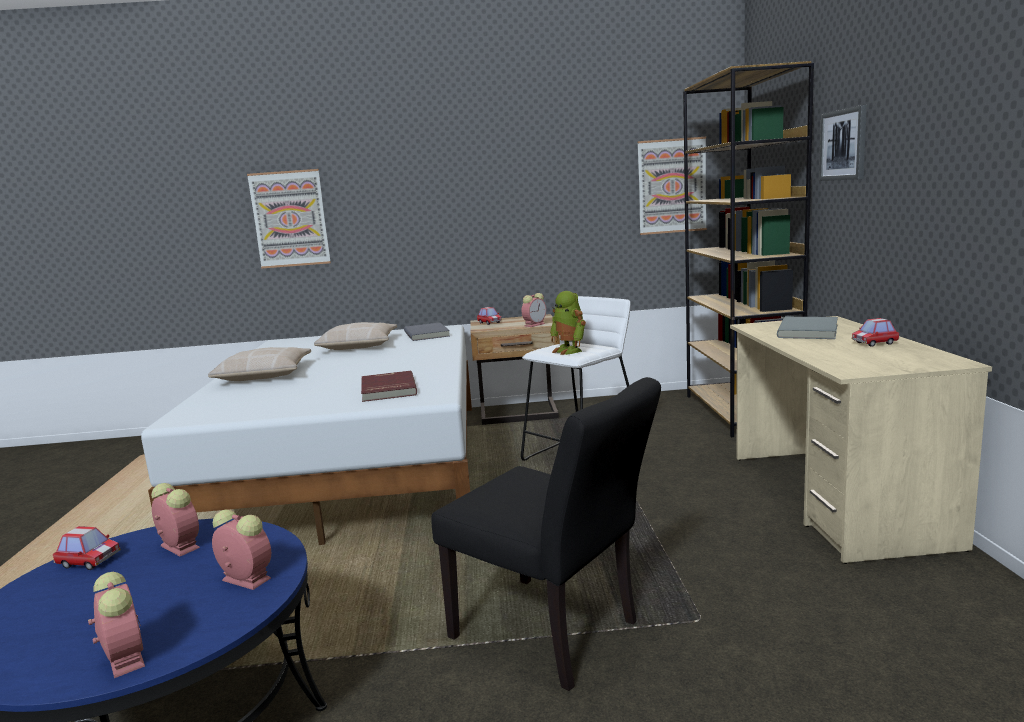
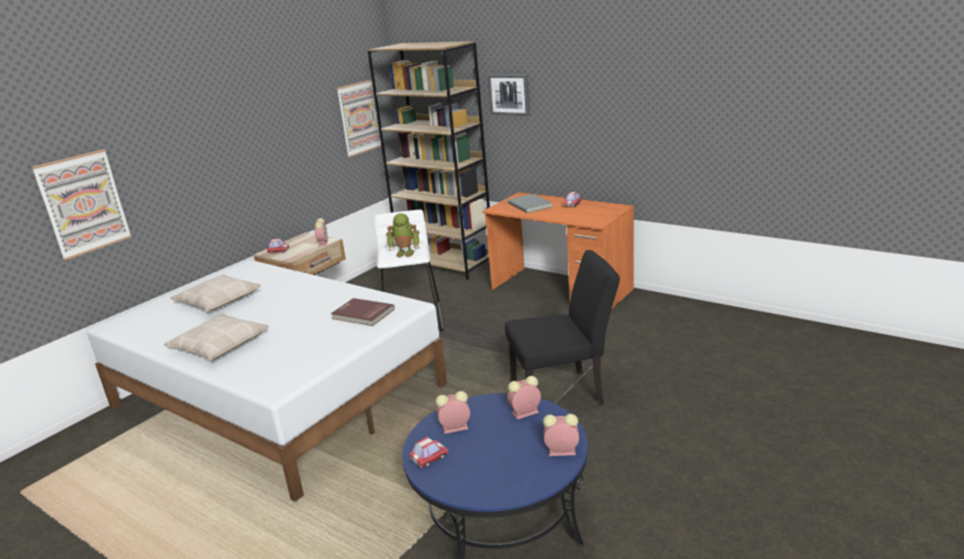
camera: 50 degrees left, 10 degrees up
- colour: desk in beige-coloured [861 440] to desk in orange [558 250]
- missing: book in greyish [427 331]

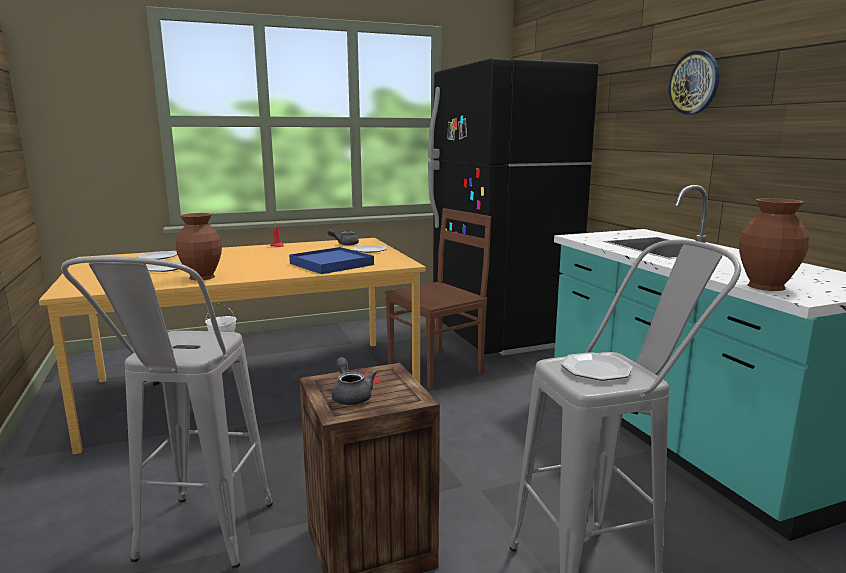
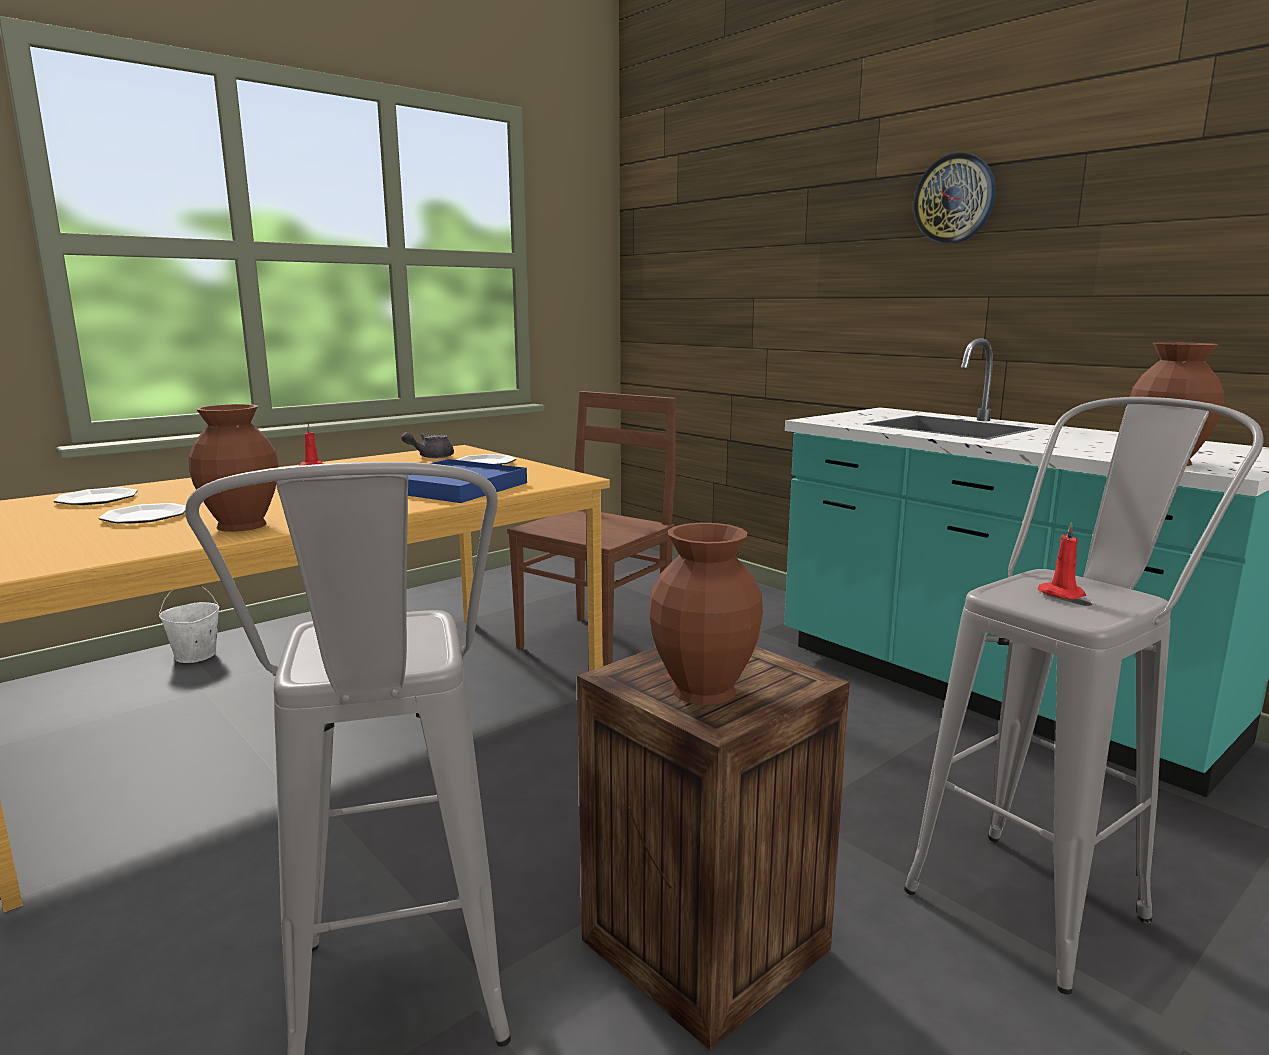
camera: 20 degrees left, 0 degrees up
- missing: fridge in black [513 206]
- exchanged: flat dish [596 366] to candle in reddish [1061 561]
- exchanged: tea pot in greyish [354 381] to flower vase in brown [706 614]

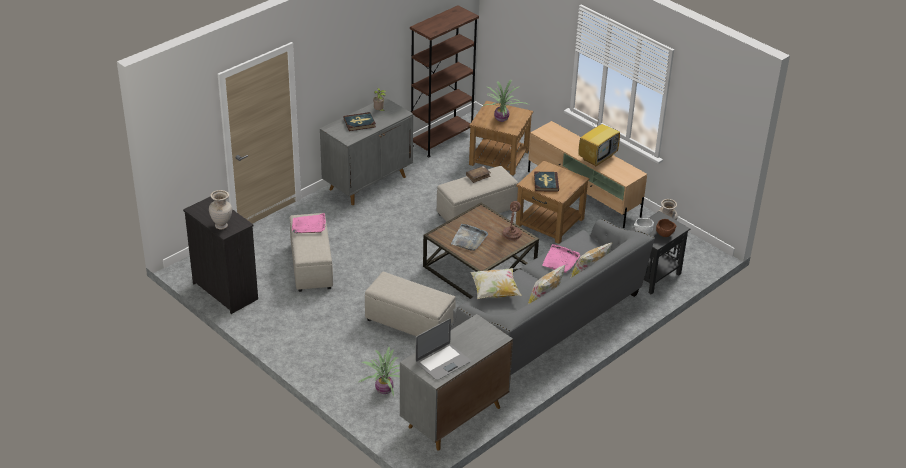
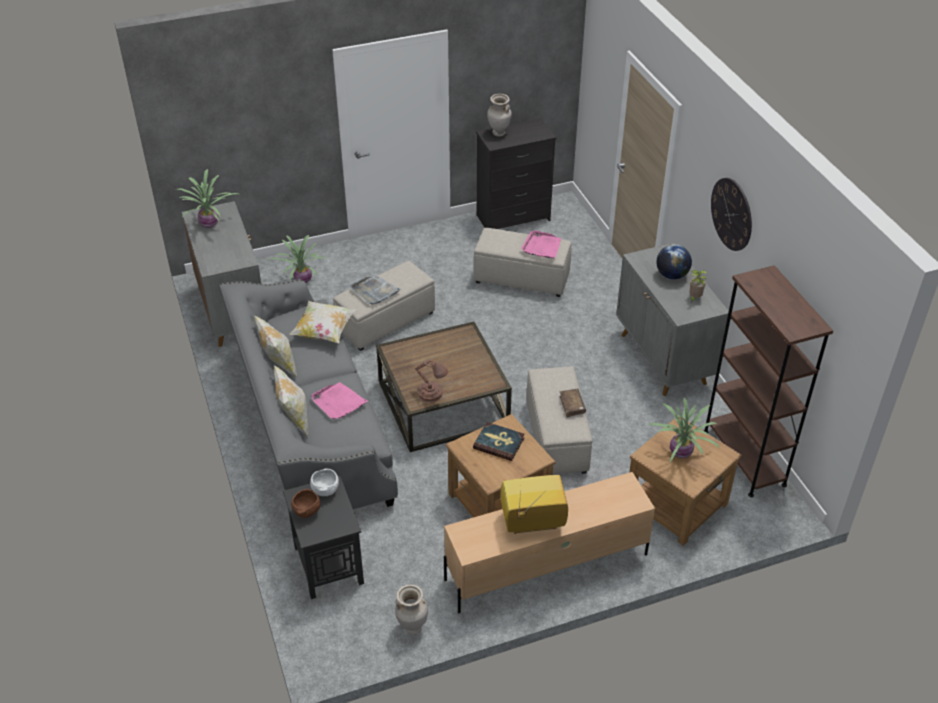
camera: 115 degrees right, 5 degrees up
- spun: TV set [599 137] = [534 504] 105 degrees clockwise
- exchanged: book [360 121] to globe [674 261]
- relocated: serving tray in greyish [469 237] to [375 290]
- exchanged: notebook computer [443 349] to potted plant [207 198]
- appeared: hanging clock [731 214]

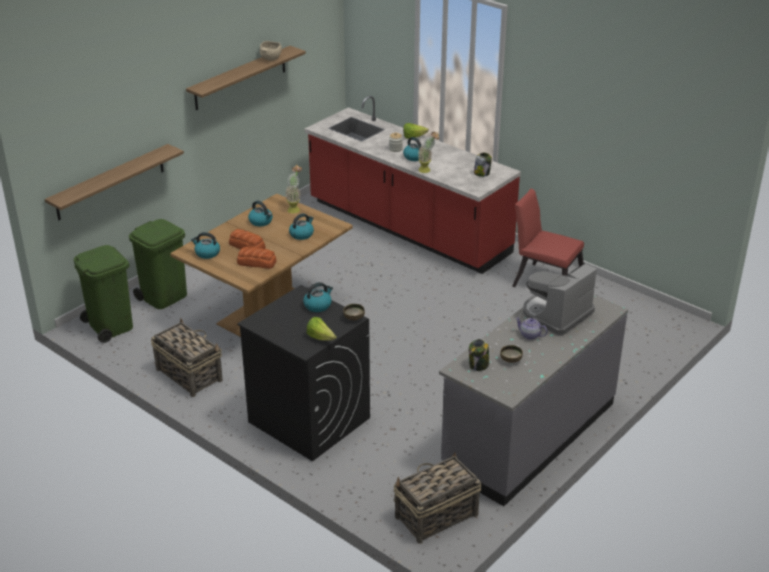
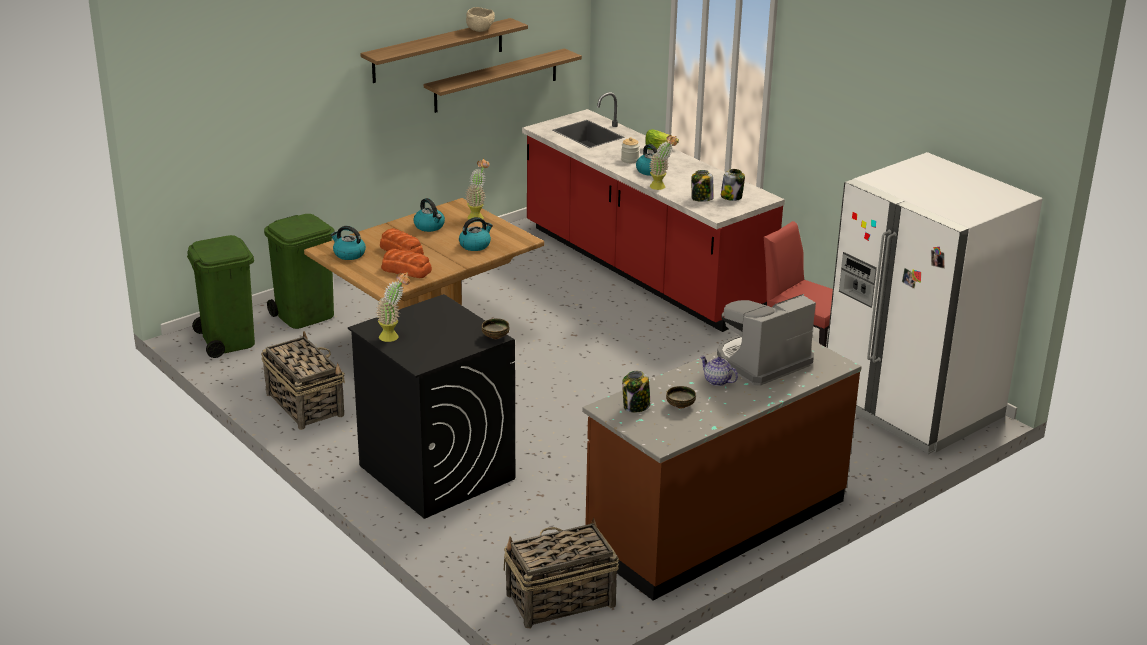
camera: 10 degrees right, 5 degrees down
- relocated: shelf [114 182] to [503 80]
- missing: water kettle [318 297]
- colour: counter in greyish [533 400] to counter in brown [722 470]
- missing: head of lettuce [322 329]
- appeared: fridge in whitish [935 303]
- appeared: jar [702 186]
- appeared: potted plant [393 307]

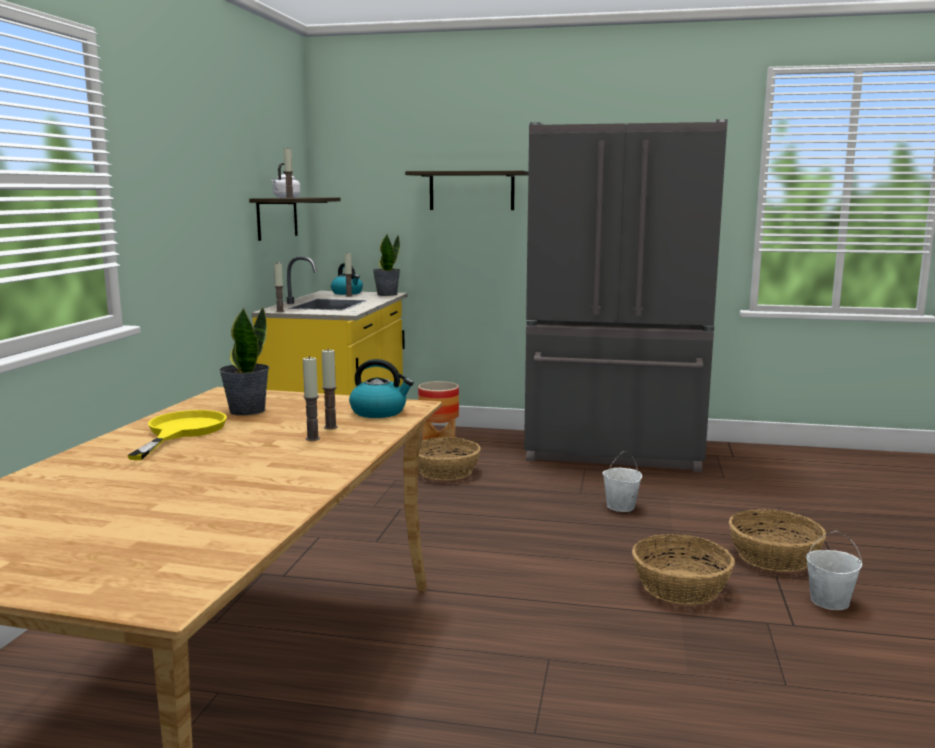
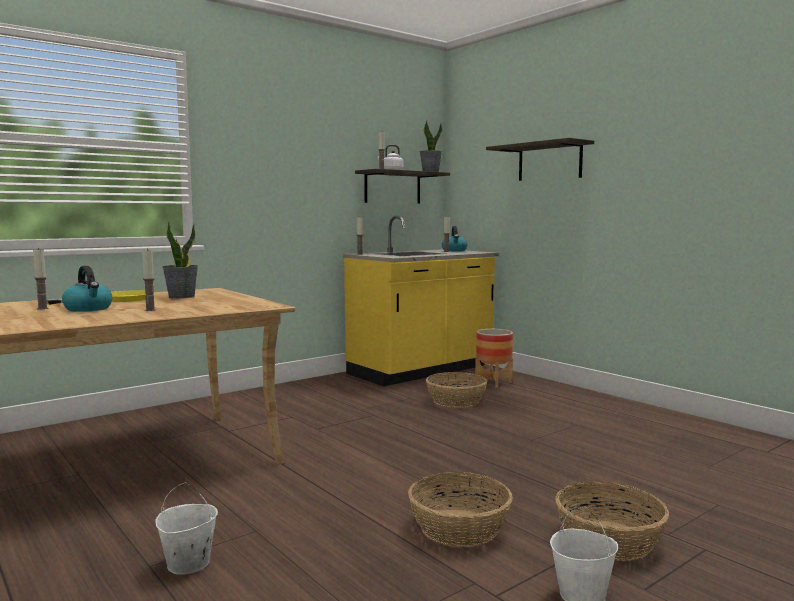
camera: 40 degrees right, 5 degrees down
- missing: fridge in greyish [626 295]
- relocated: potted plant [386 265] to [431 146]
- relocated: candle [330 389] to [40 278]
- relocated: water kettle [381 388] to [87 289]
- relocated: pail in whitish [622 481] to [187 528]

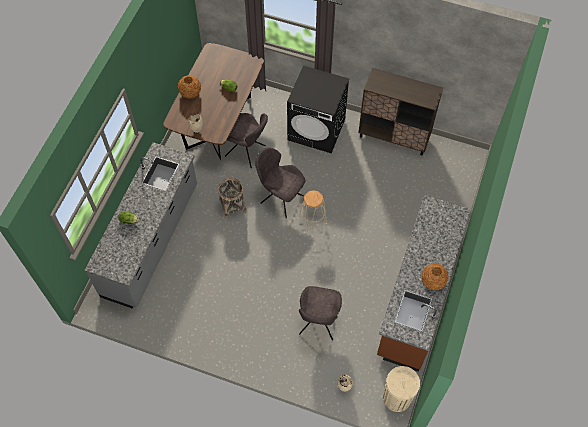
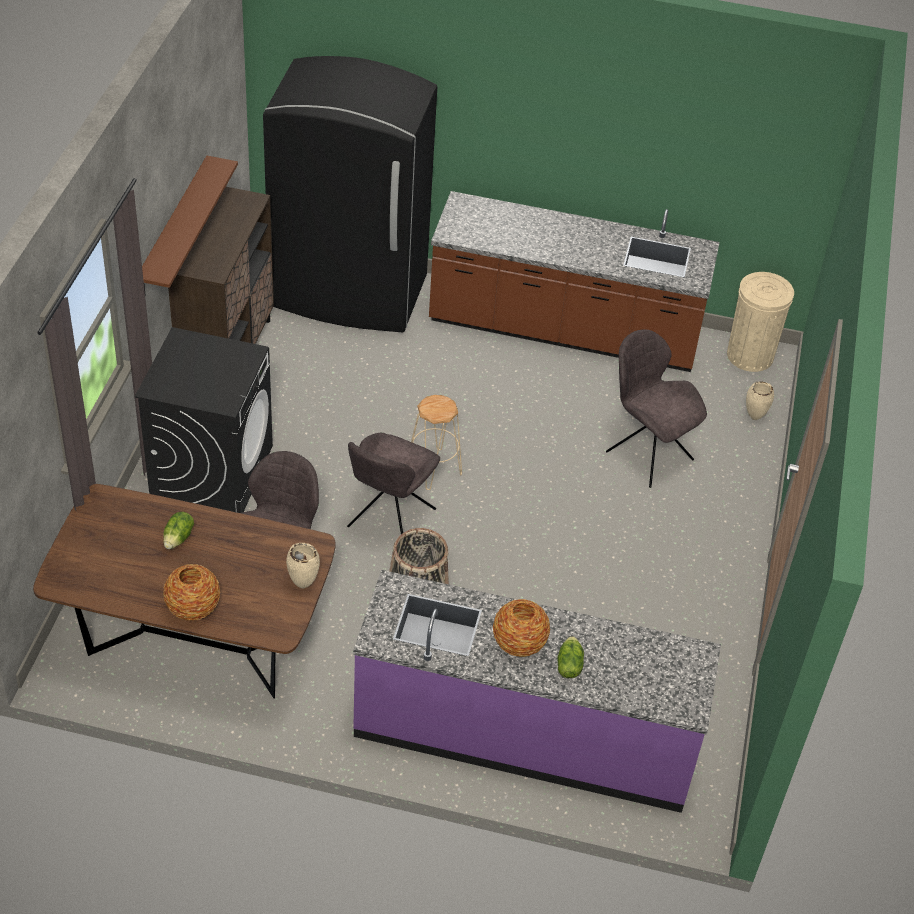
camera: 100 degrees left, 15 degrees down
- colour: counter in greyish [140 225] to counter in purplish [537 691]
- relocated: flower vase [435 276] to [521 628]
- spun: chair in greyish [320 313] = [656 409] 135 degrees counterclockwise
- appeared: fridge in black [350 194]
- appeared: shelf in brown [190 226]

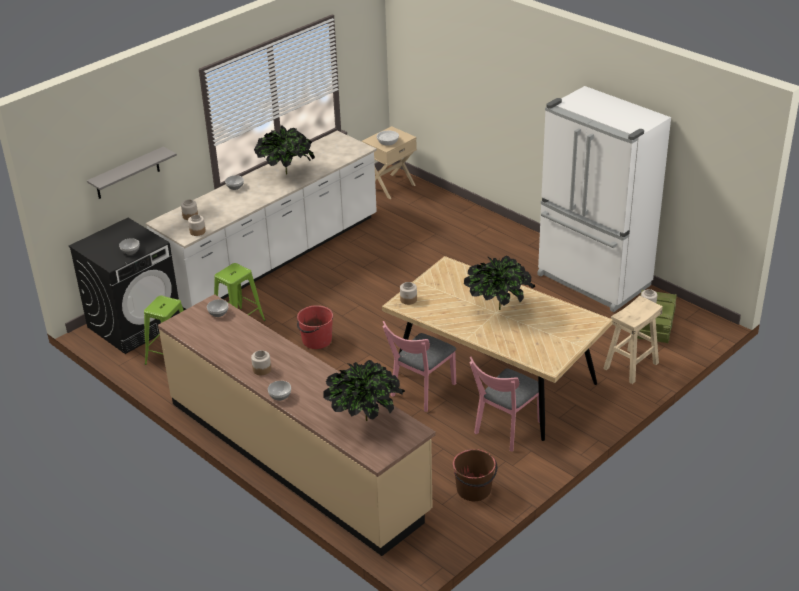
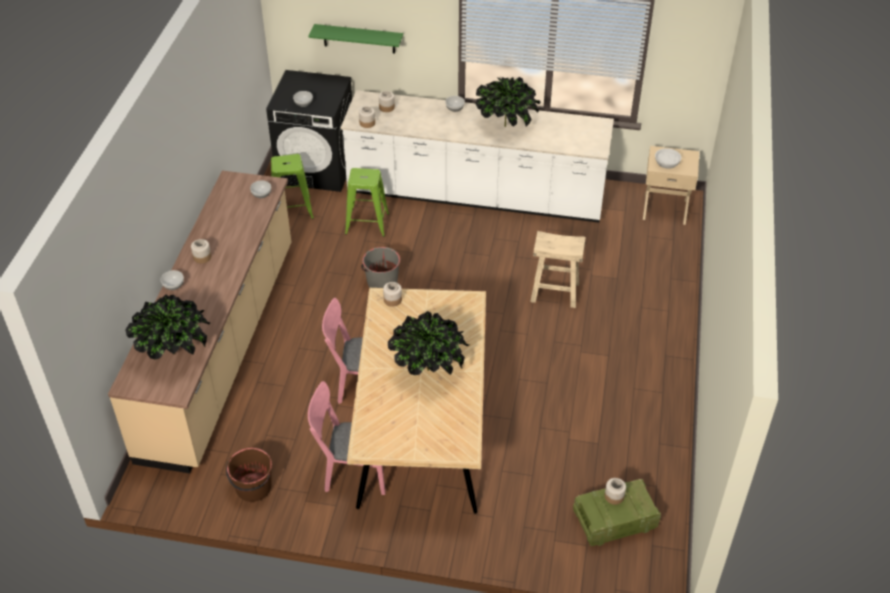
camera: 55 degrees right, 10 degrees up
- missing: fridge in whitish [604 199]
- colour: shelf in greyish [132 173] to shelf in green-coloured [355 39]
- relocated: stool in beige-coloured [633 340] to [558 269]
- colour: pail in reddish [315 327] to pail in greyish [380 267]

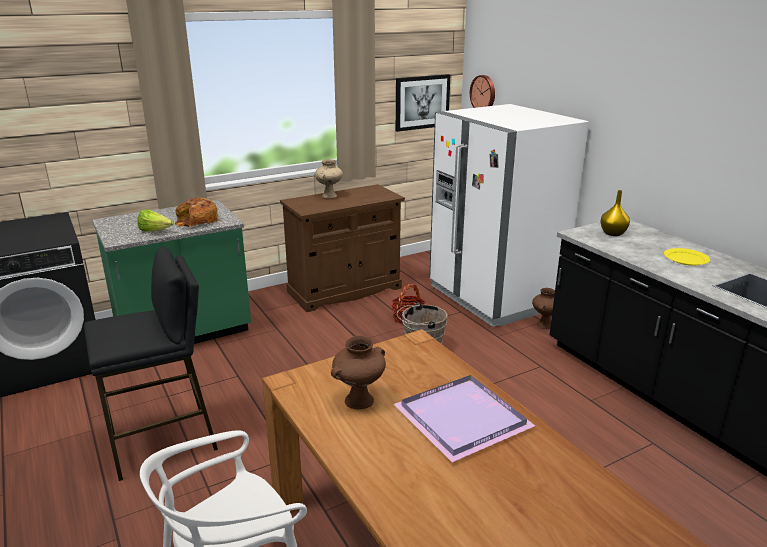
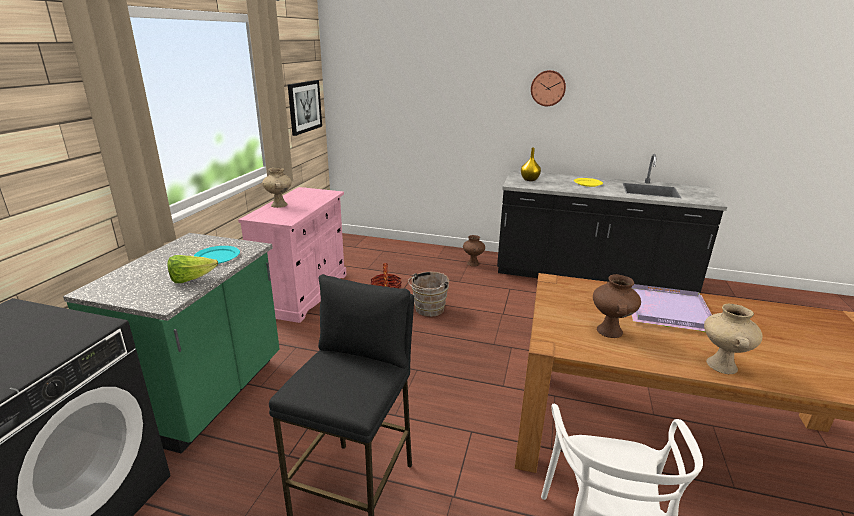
camera: 45 degrees left, 0 degrees up
- relocated: hanging clock [482 91] to [548 88]
- missing: fridge in whitish [509 215]
- colour: storage cabinet in brown [342 248] to storage cabinet in pink-coloured [292 255]
- exchanged: bread [196 212] to flat dish in blue-green [217 255]
- appeared: flower vase in beige-coloured [733 339]

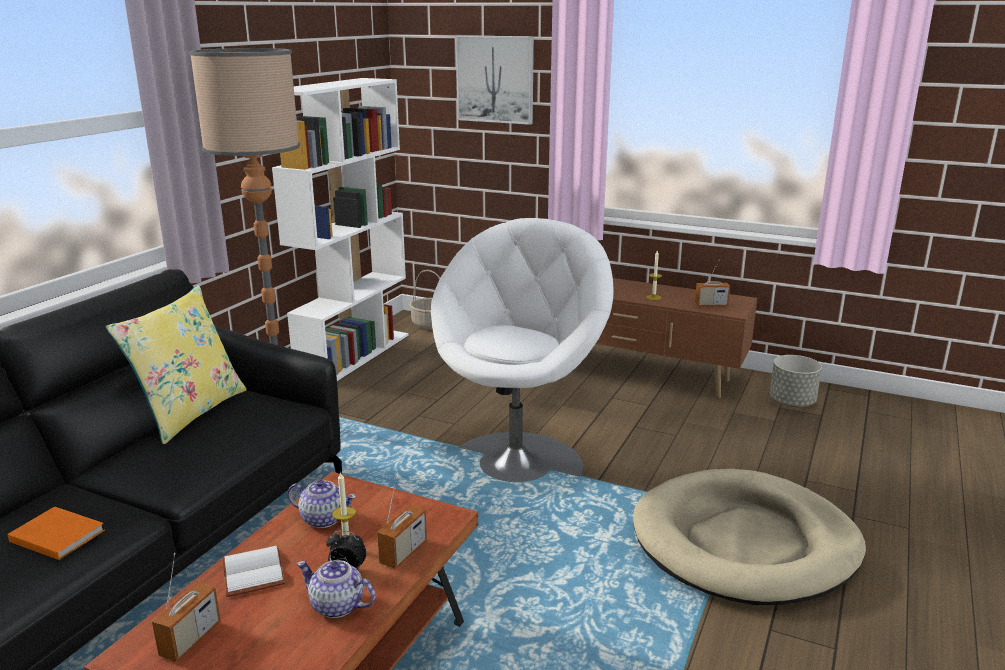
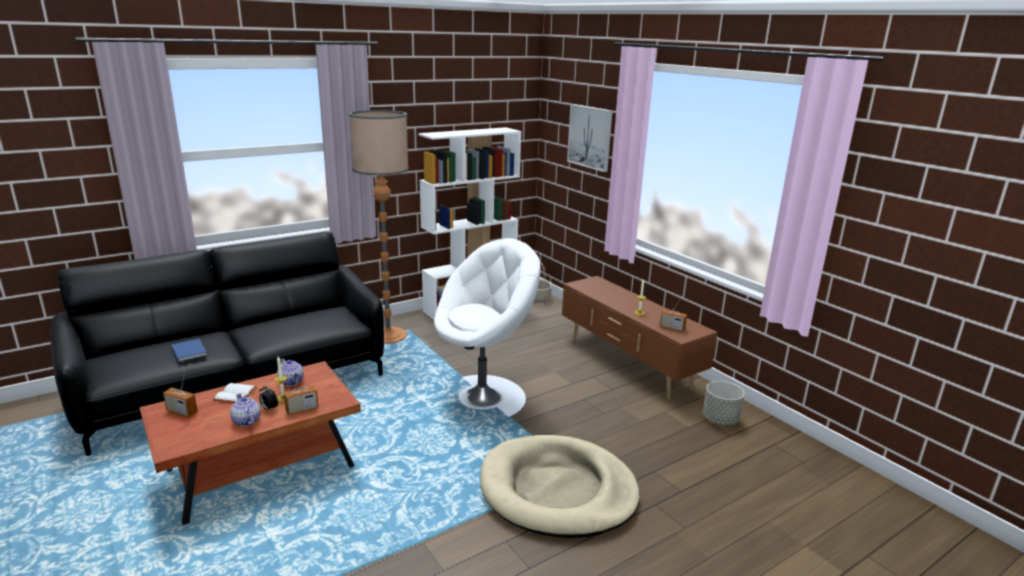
camera: 30 degrees right, 0 degrees up
- missing: cushion in yellow-coloured [176 364]
- colour: book in orange [56 533] to book in bluish [189 350]
- spun: radio [186 607] = [180 394] 60 degrees clockwise

